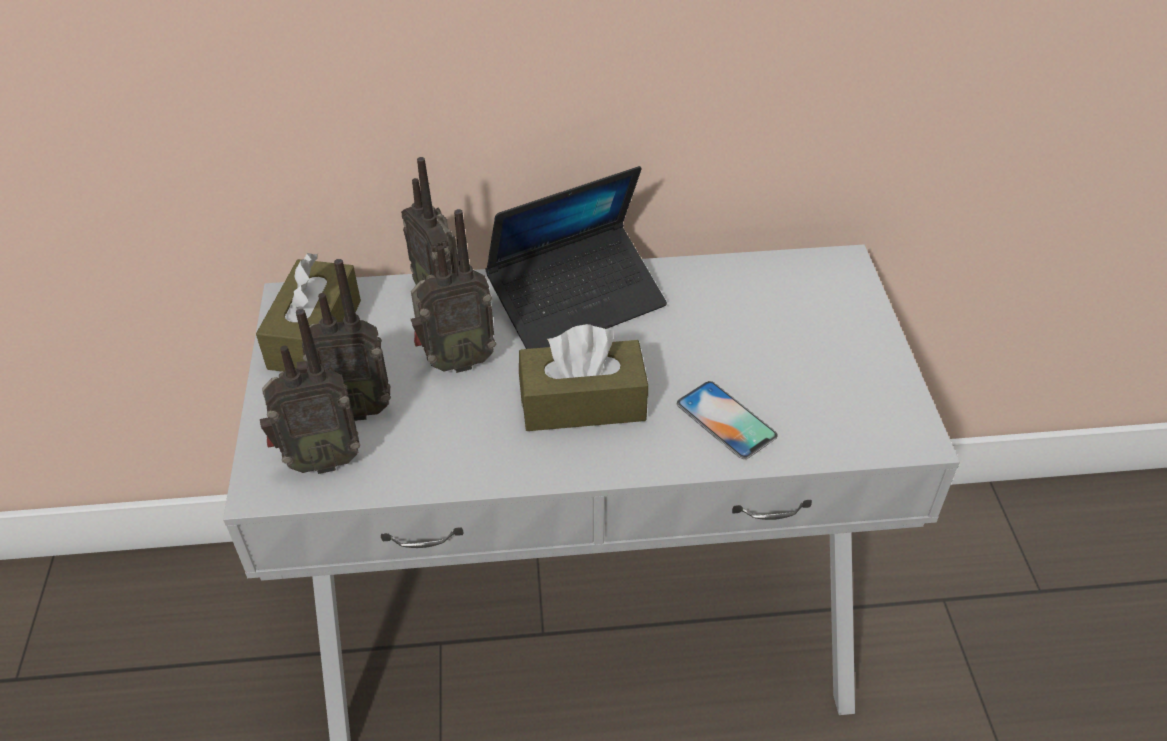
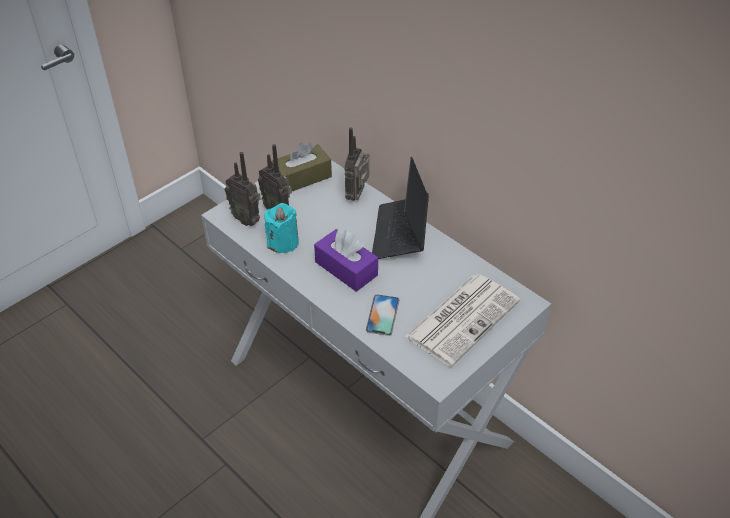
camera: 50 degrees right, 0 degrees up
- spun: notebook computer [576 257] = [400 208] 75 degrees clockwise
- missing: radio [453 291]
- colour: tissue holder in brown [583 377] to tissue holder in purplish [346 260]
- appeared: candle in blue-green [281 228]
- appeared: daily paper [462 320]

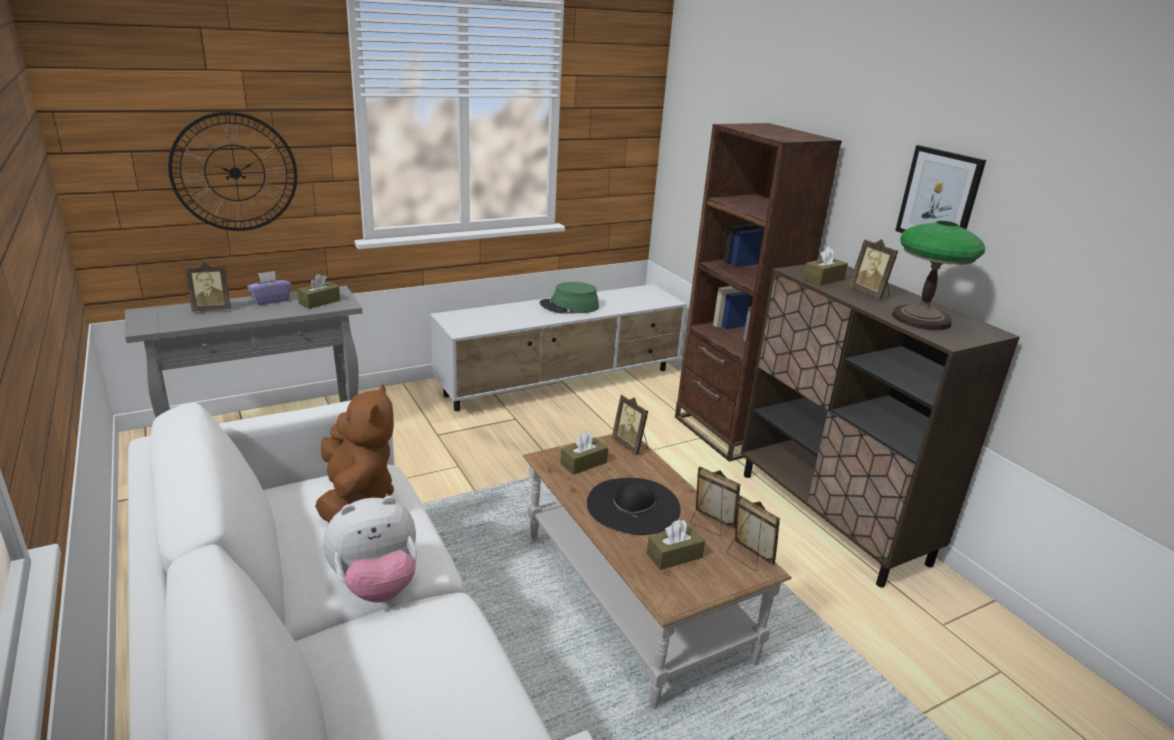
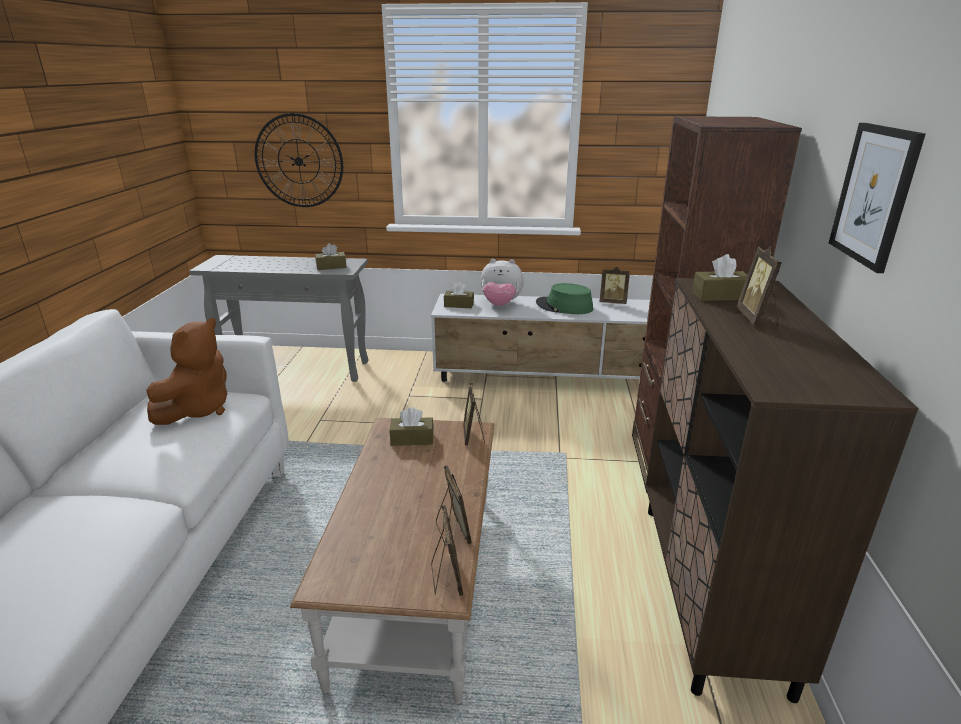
camera: 35 degrees right, 0 degrees up
- missing: table lamp [938 275]
- relocated: photo frame [208 287] to [615 285]
- missing: tissue holder in purplish [269 288]
- missing: wearable hat in black [634 506]
- relocated: soft toy [370 549] to [502 282]
- relocated: tissue holder in brown [676 544] to [459 295]

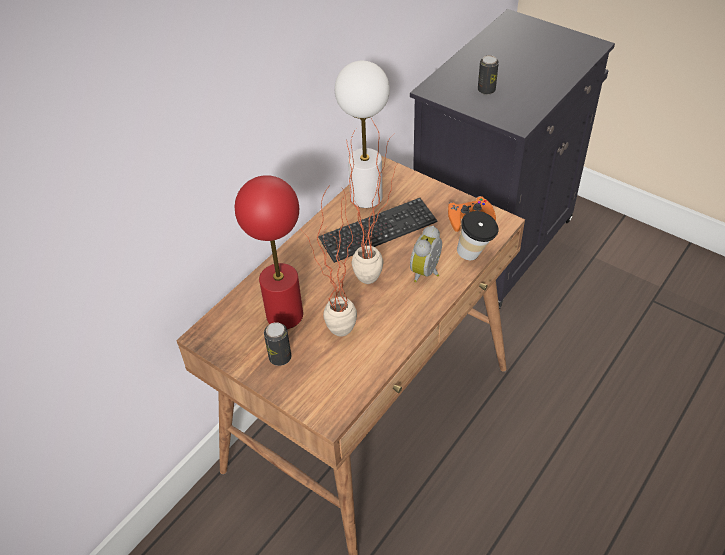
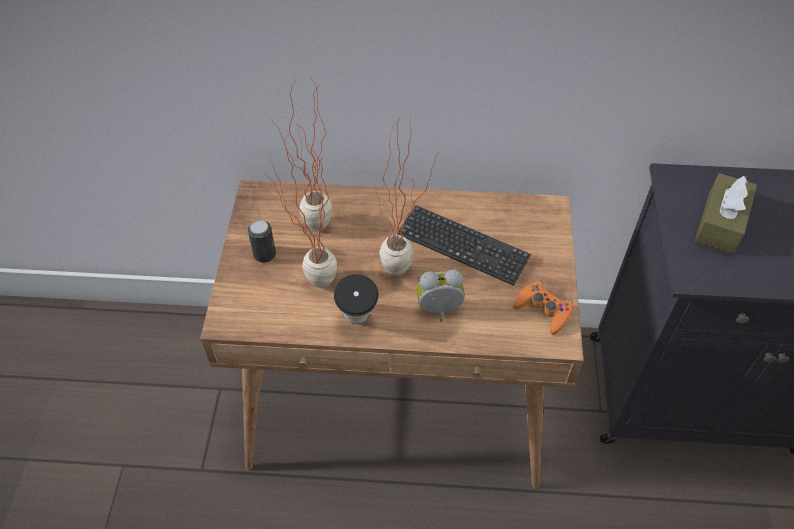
camera: 55 degrees right, 5 degrees up
- exchanged: metal can [488 75] to tissue holder in brown [726 213]
- missing: table lamp in whitish [362 134]
- exchanged: table lamp in reddish [269 252] to potted plant [301 154]
- relocated: drinking cup [477 235] to [356 299]

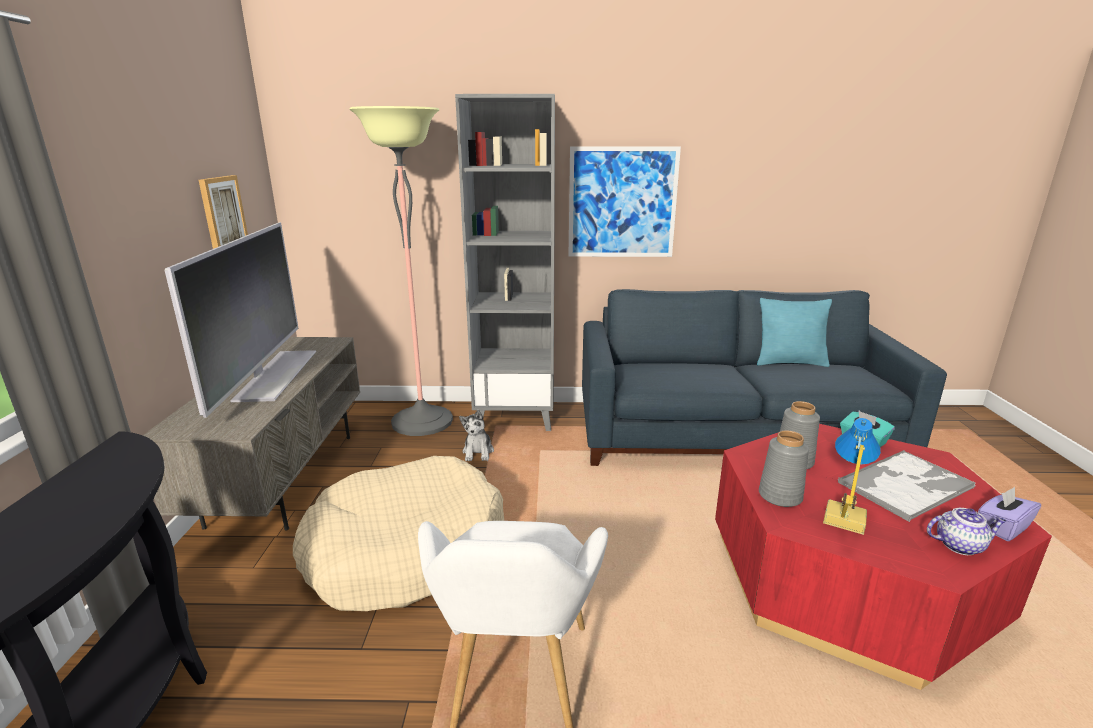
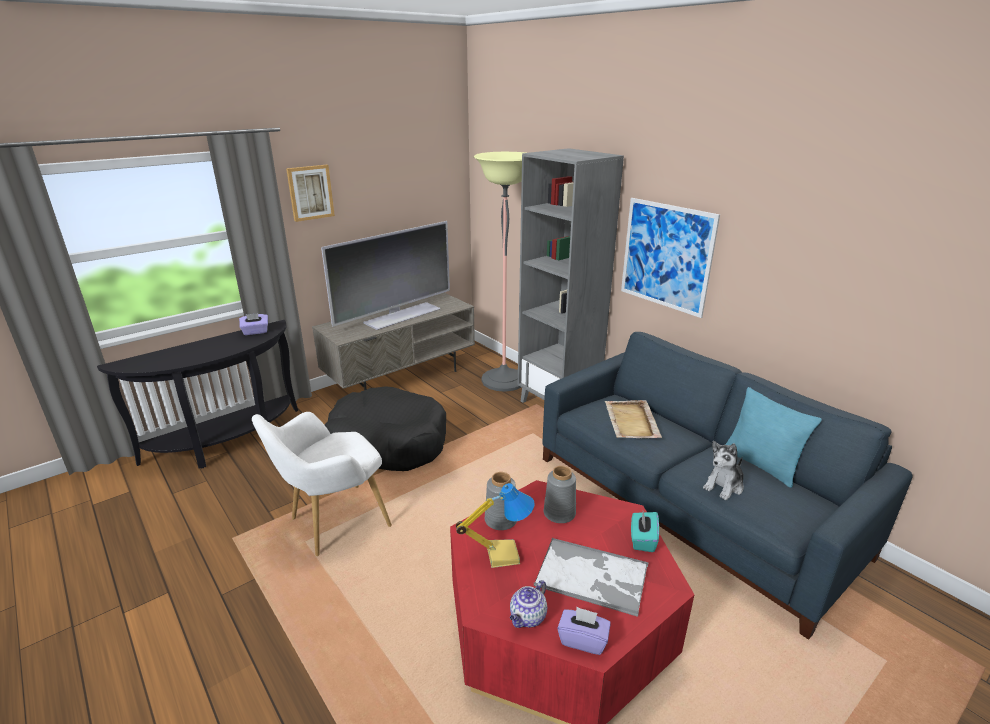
camera: 50 degrees right, 5 degrees up
- relocated: wall picture [223 212] to [310 193]
- relocated: soft toy [476 435] to [723 470]
- colour: dog bed in beige-coloured [398 533] to dog bed in black [385 428]
- spun: tea pot [966 531] = [528 604] 75 degrees clockwise
- appeared: tissue holder in purplish [253 324]
- appeared: serving tray in beige-coloured [633 419]

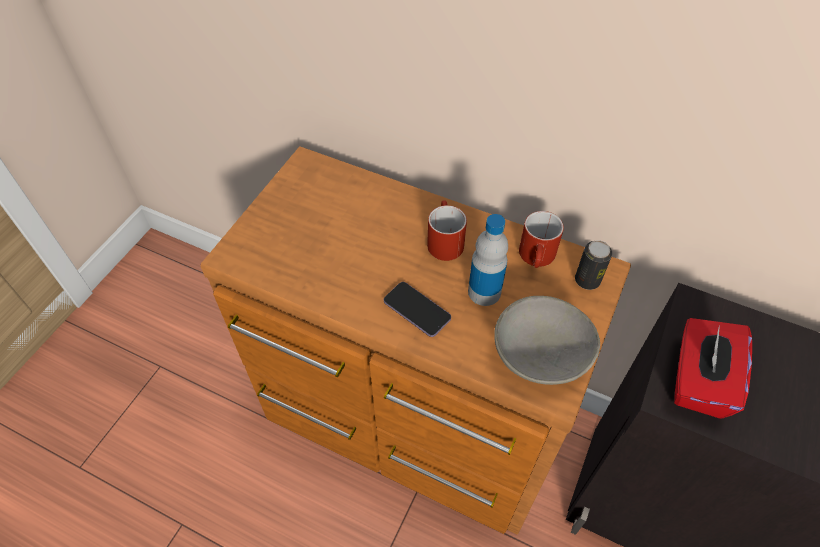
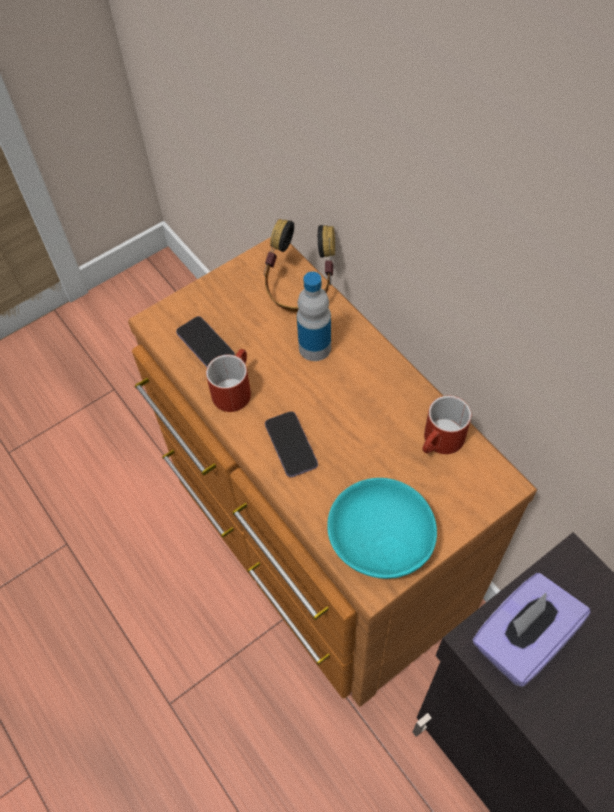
camera: 30 degrees right, 5 degrees up
- relocated: tea mug in reddish [447 230] to [228 380]
- relocated: drink bottle [488 260] to [314 316]
- missing: metal can [593 265]
- colour: deep dish in greyish [547 340] to deep dish in blue-green [382 528]
- colour: tissue holder in reddish [713 368] to tissue holder in purplish [531 630]
- appeared: headset [299 265]
- appeared: phone [205 341]

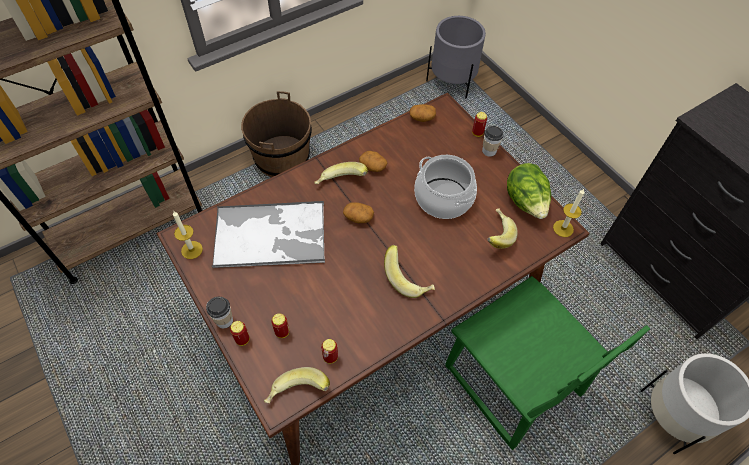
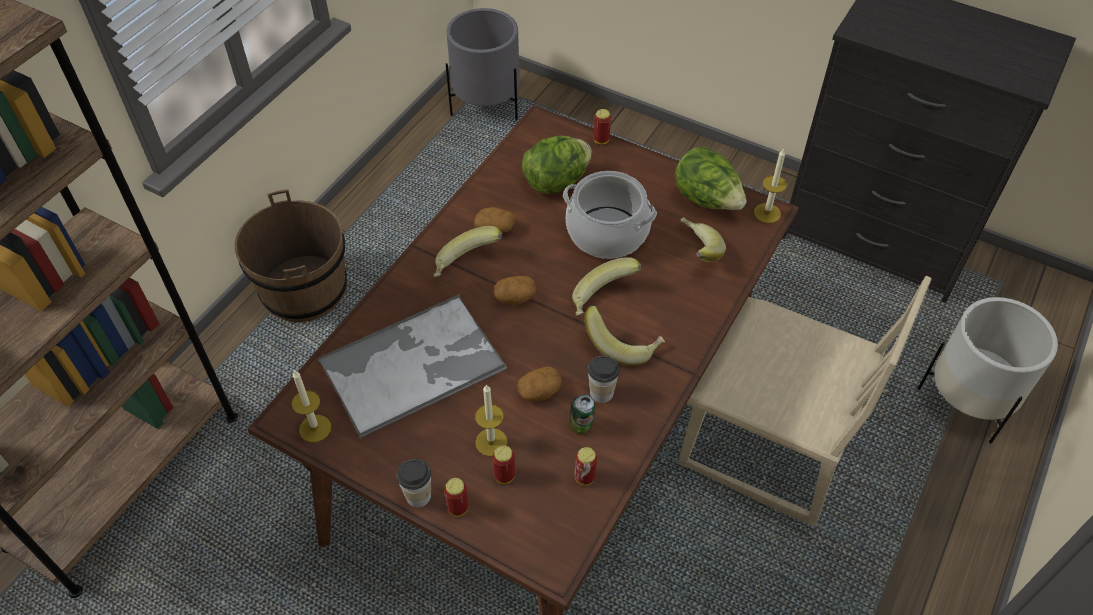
camera: 25 degrees left, 5 degrees down
- relocated: potato [422 113] to [539 383]
- relocated: drinking cup [493 141] to [603 379]
- colour: chair in green-coloured [547 363] to chair in beige-coloured [805 401]
- relocated: banana [297 385] to [606 286]
- appeared: head of lettuce [557 165]
- appeared: candle [491 420]
- appeared: metal can [582 414]

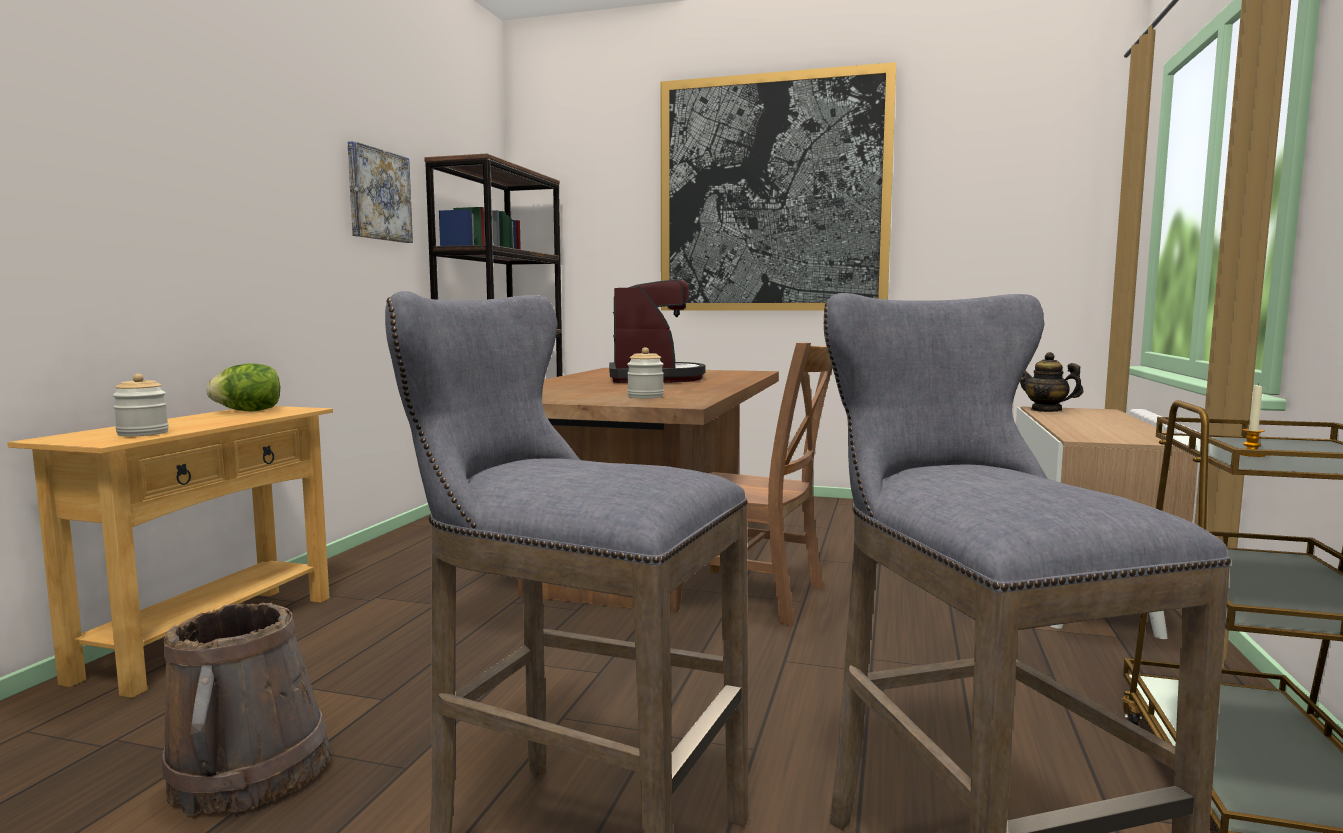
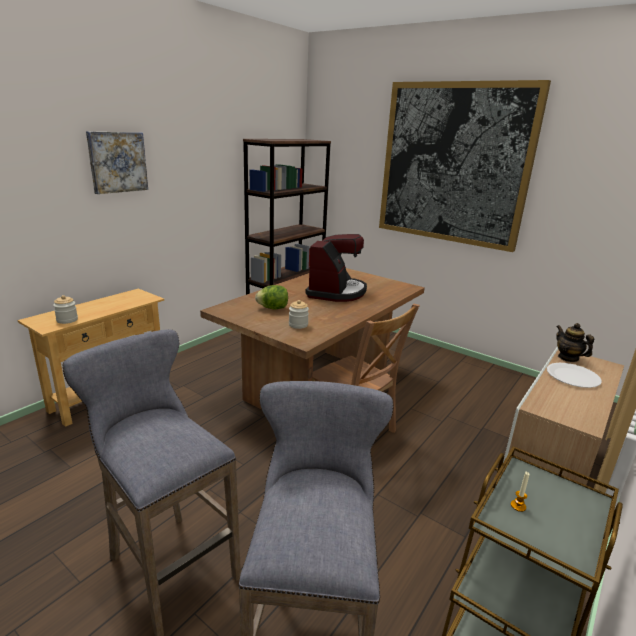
camera: 20 degrees right, 15 degrees up
- relocated: wall picture [380 192] to [117 162]
- relocated: head of lettuce [243 387] to [271 297]
- missing: pail in brown [246 709]
- appeared: flat dish in whitish [574 375]

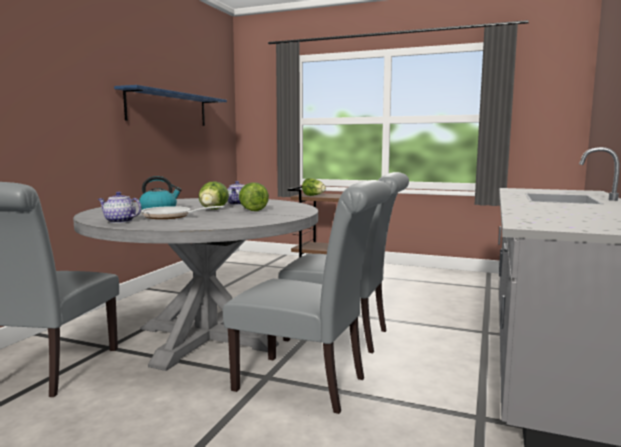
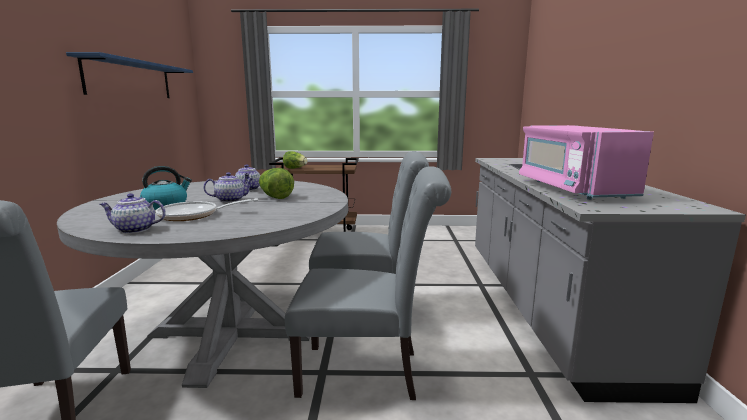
camera: 20 degrees left, 5 degrees up
- exchanged: head of lettuce [213 195] to tea pot [228 187]
- appeared: microwave in pink-coloured [586 162]

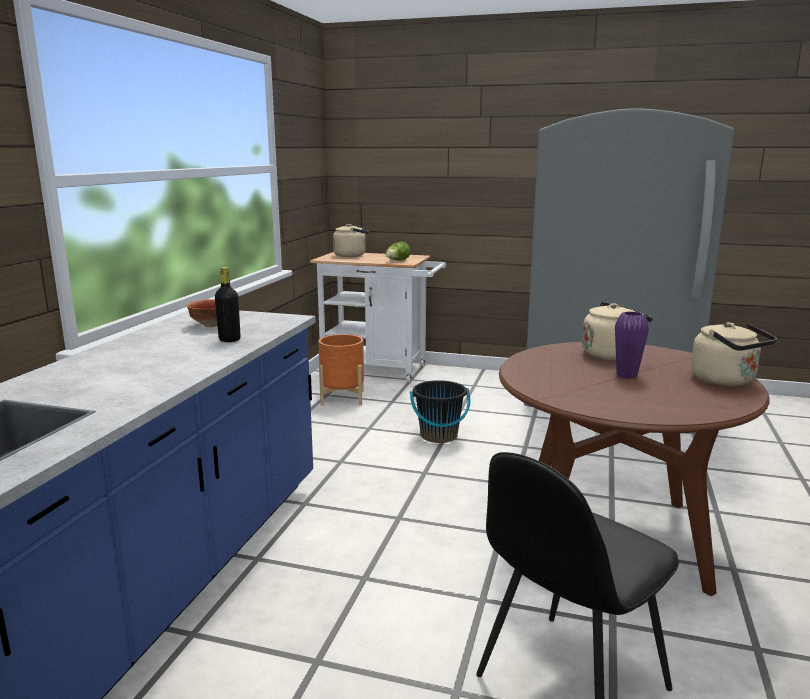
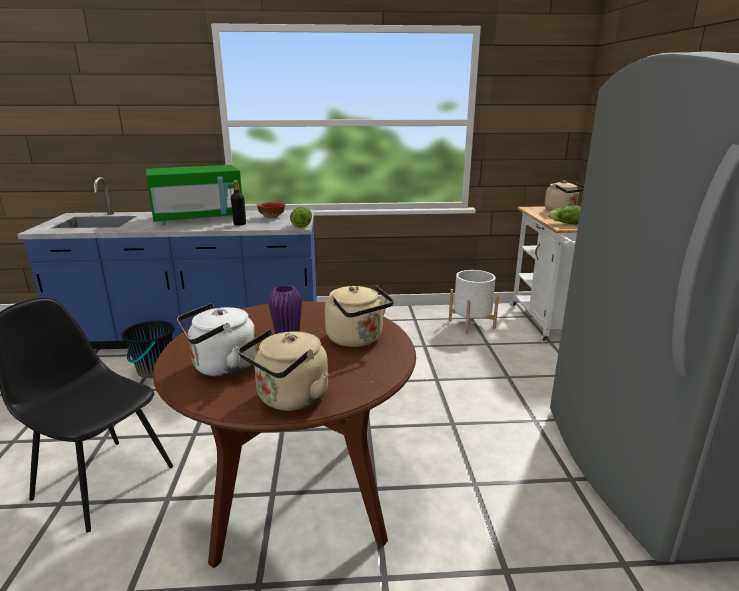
camera: 70 degrees right, 5 degrees up
- colour: flower pot in orange [341 370] to flower pot in whitish [474 302]
- relocated: pail in black [440 411] to [147 349]
- appeared: microwave in green-coloured [194 194]
- appeared: head of lettuce [301 217]
- appeared: water kettle in whitish [217 340]

